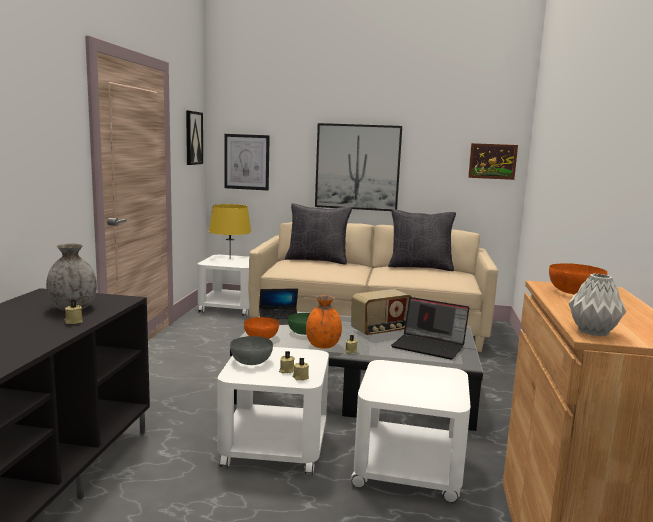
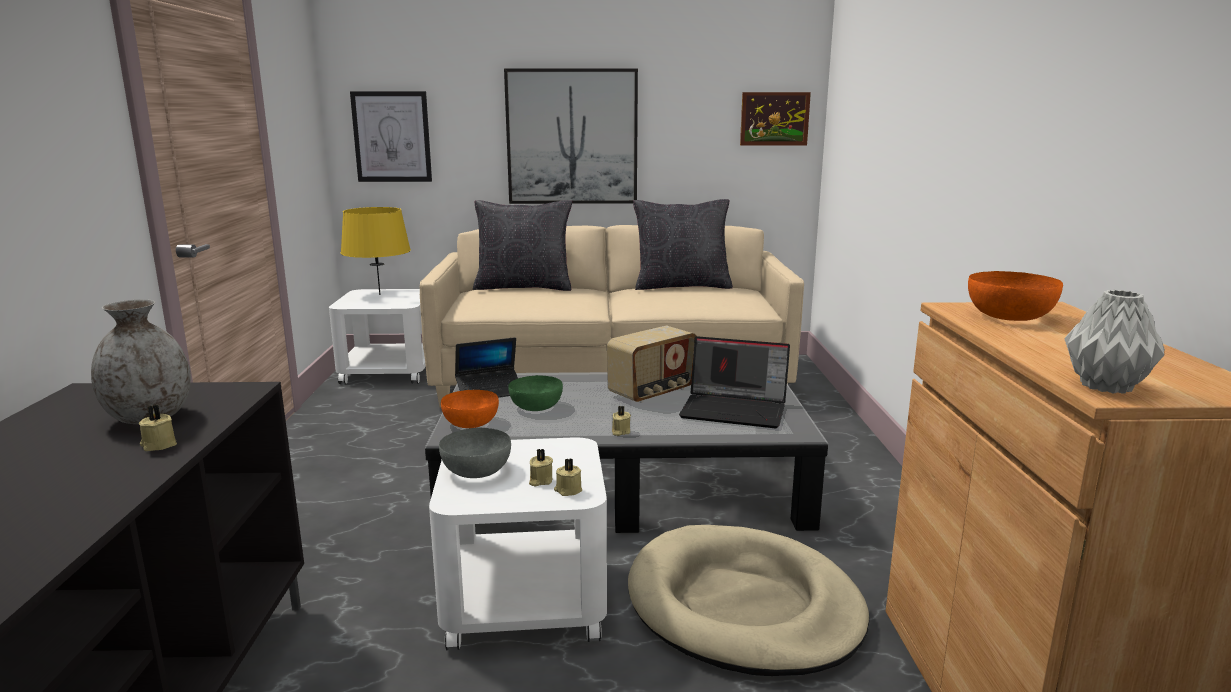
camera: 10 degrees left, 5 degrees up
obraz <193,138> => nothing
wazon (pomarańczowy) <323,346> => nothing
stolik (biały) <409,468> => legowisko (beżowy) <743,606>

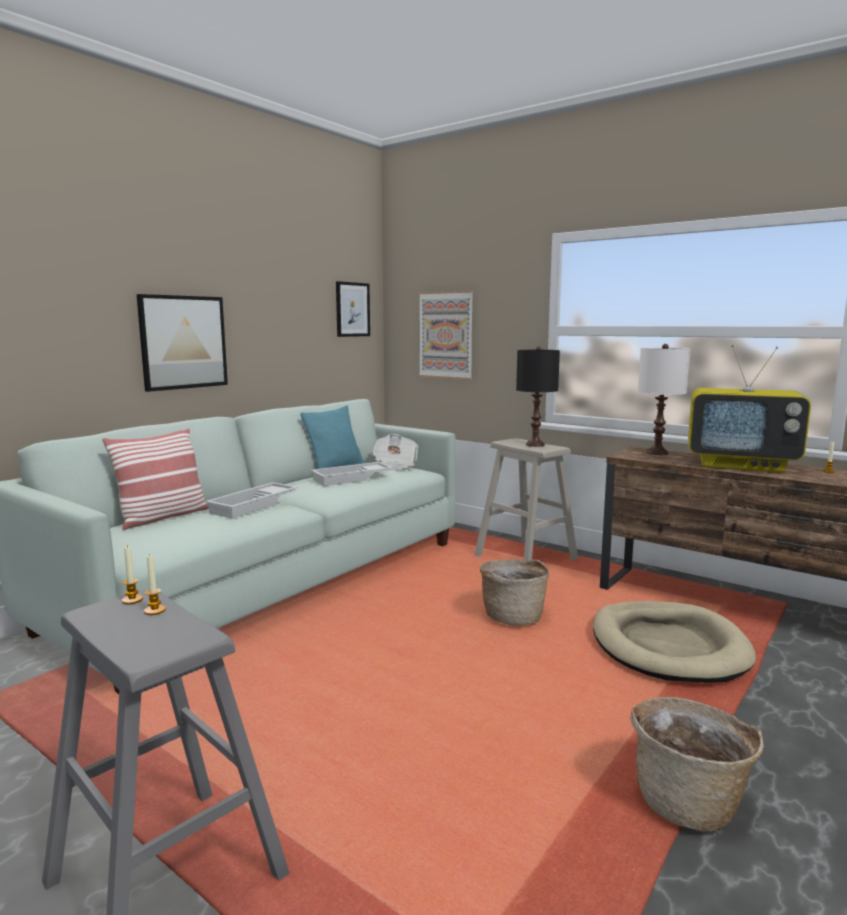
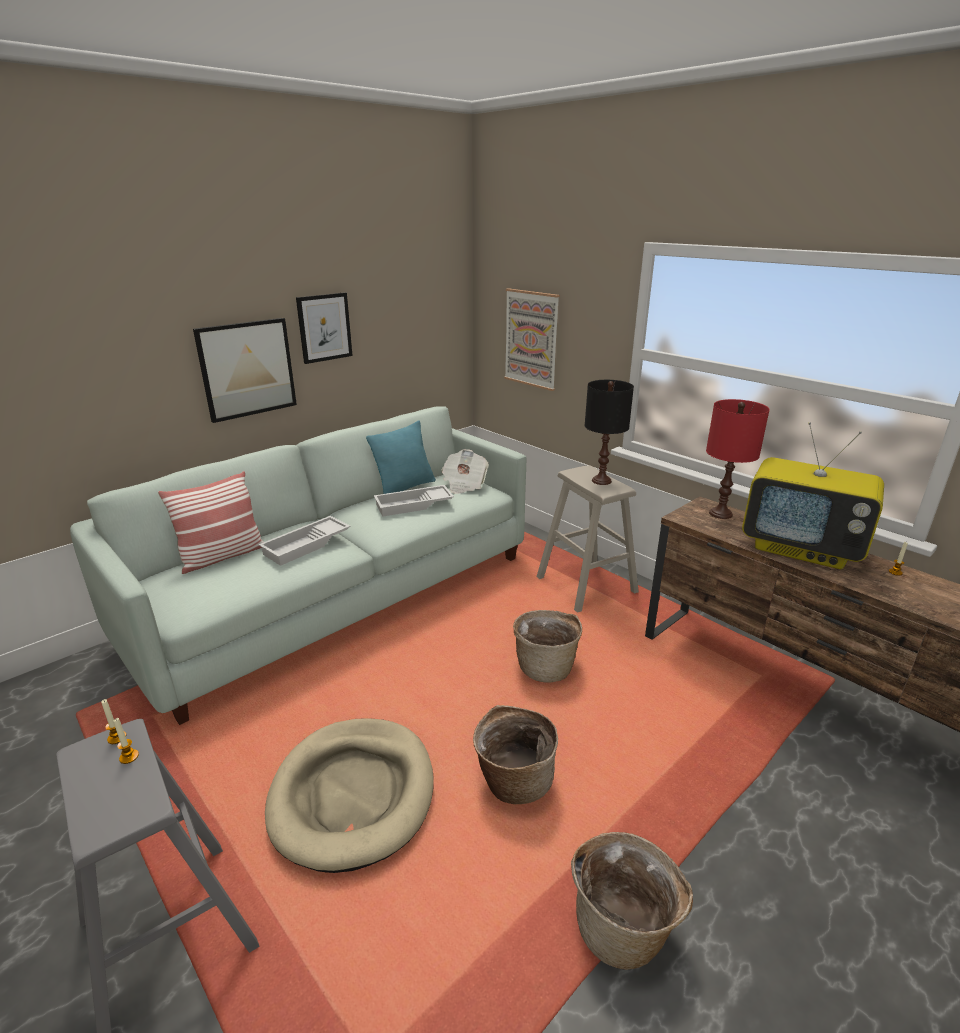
camera: 10 degrees right, 15 degrees up
obraz <352,309> => obraz <324,327>, shifted
legowisko (beżowy) <668,646> => legowisko (beżowy) <353,794>, shifted
lampa stołowa (biały) <657,453> => lampa stołowa (czerwony) <720,513>
nothing => koszyk <513,780>

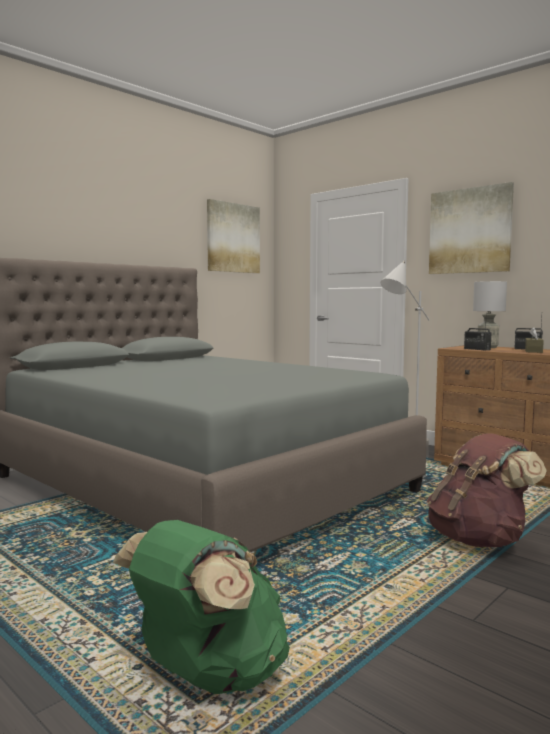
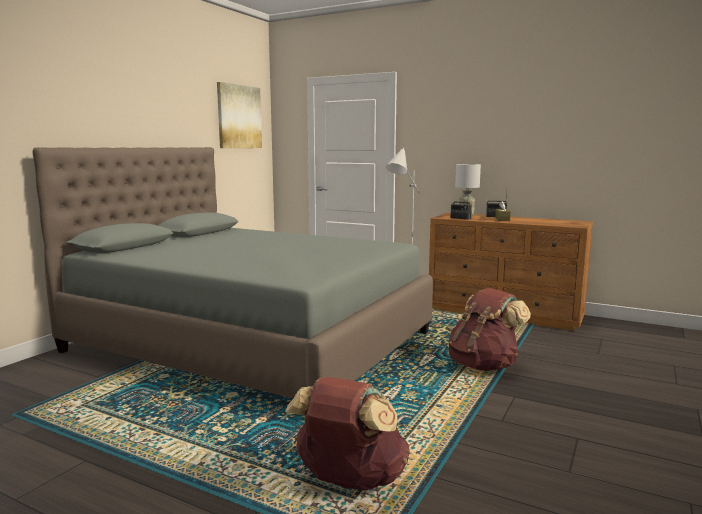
camera: 15 degrees left, 5 degrees up
plecak (zielony) <208,675> => plecak (brązowy) <349,481>
obraz <470,231> => nothing

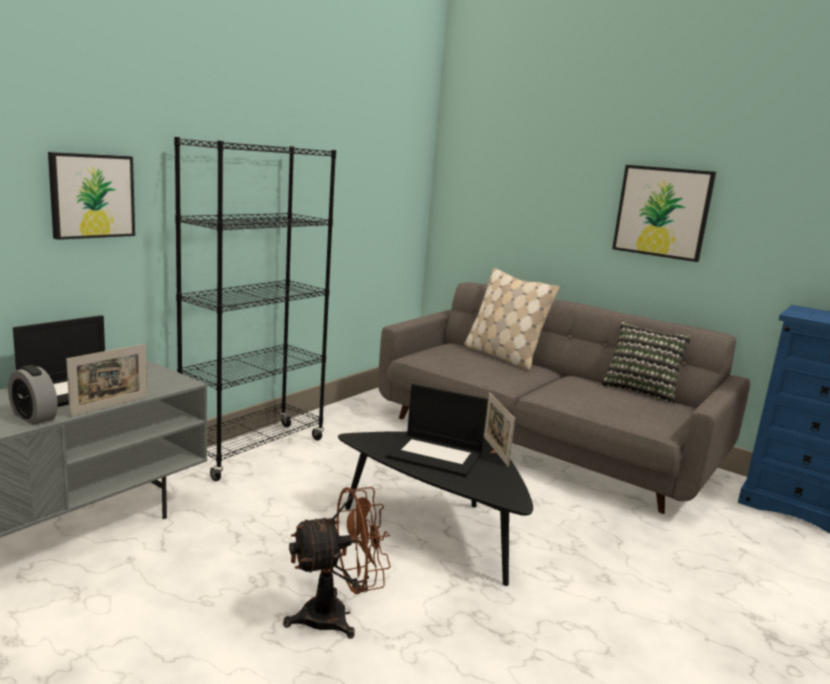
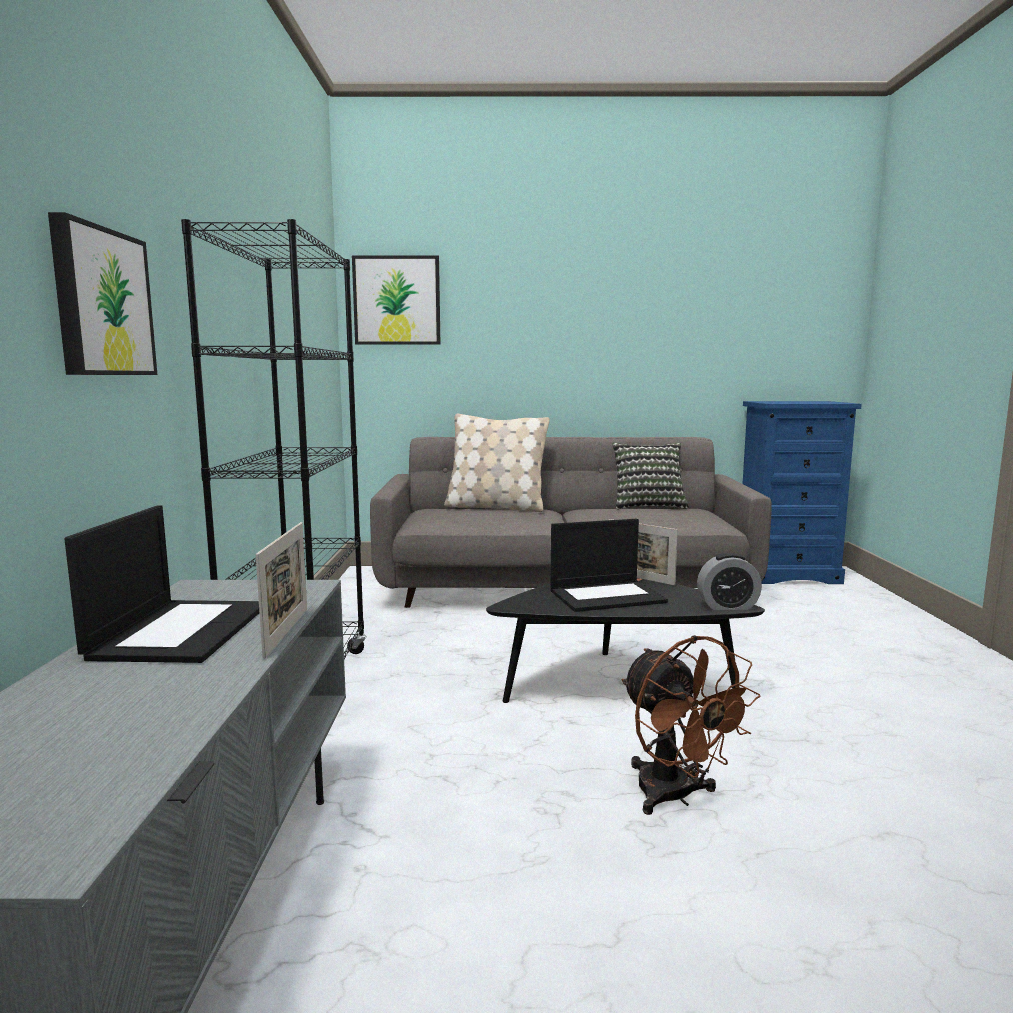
camera: 35 degrees left, 5 degrees down
budzik <34,417> => budzik <727,606>, shifted
wentylator (brązowy) <336,616> => wentylator (brązowy) <675,797>, 120 degrees clockwise
obraz <662,212> => obraz <397,300>, shifted

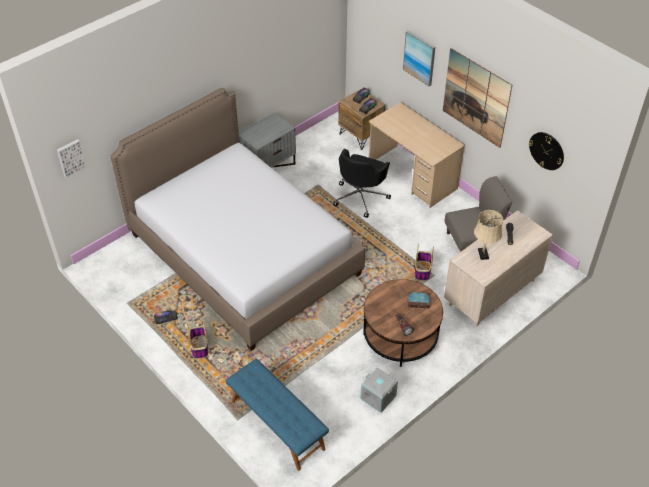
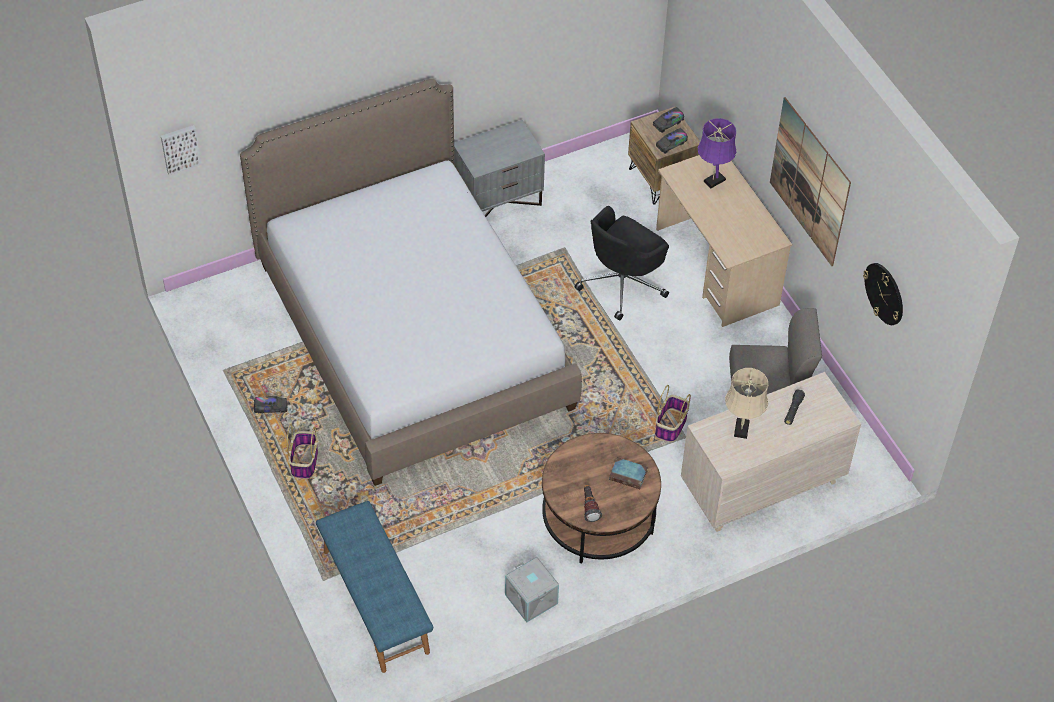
camera: 15 degrees right, 5 degrees up
obraz <419,57> => nothing
nothing => lampa stołowa (fioletowy) <712,181>

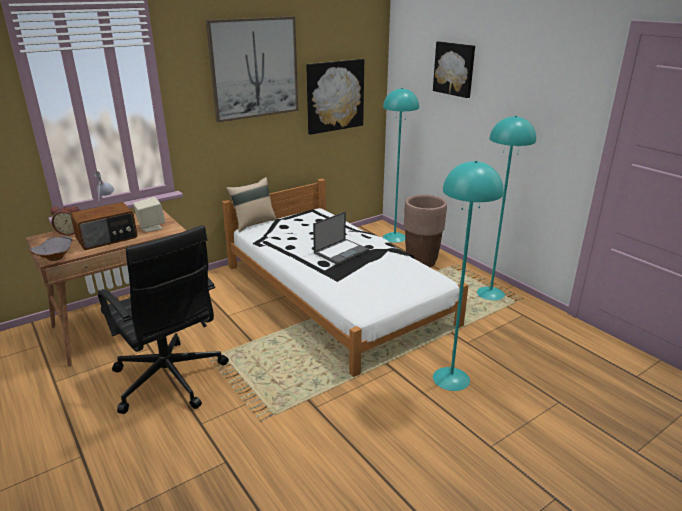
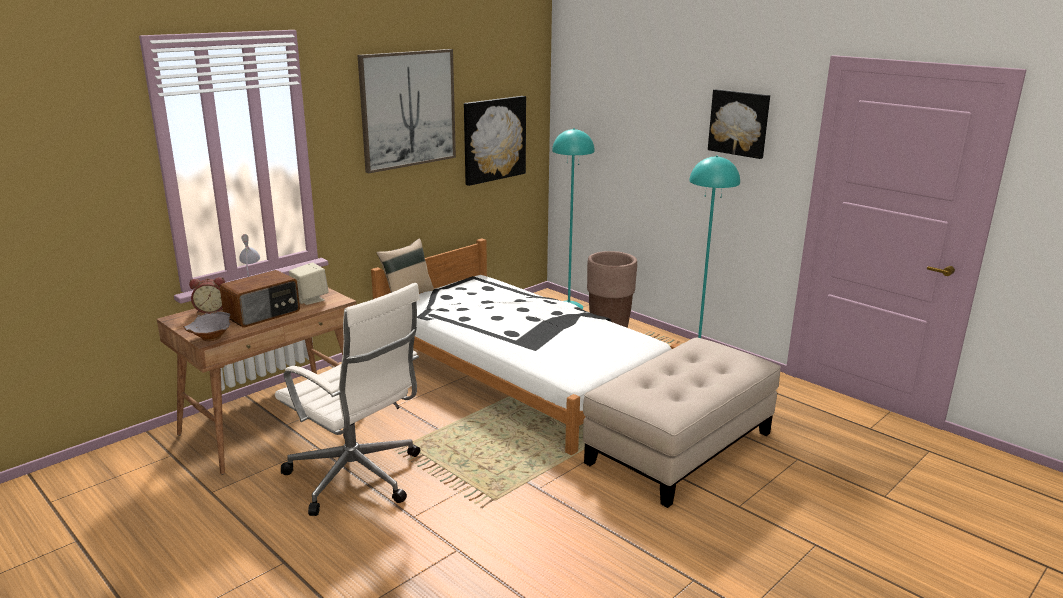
camera: 10 degrees left, 5 degrees down
krzesło biurowe (czarny) <170,380> => krzesło biurowe (biały) <356,478>
laptop <341,251> => nothing
obraz <454,69> => obraz <739,123>, shifted
lampa stojąca (turkusowy) <451,378> => pufa (beżowy) <679,447>

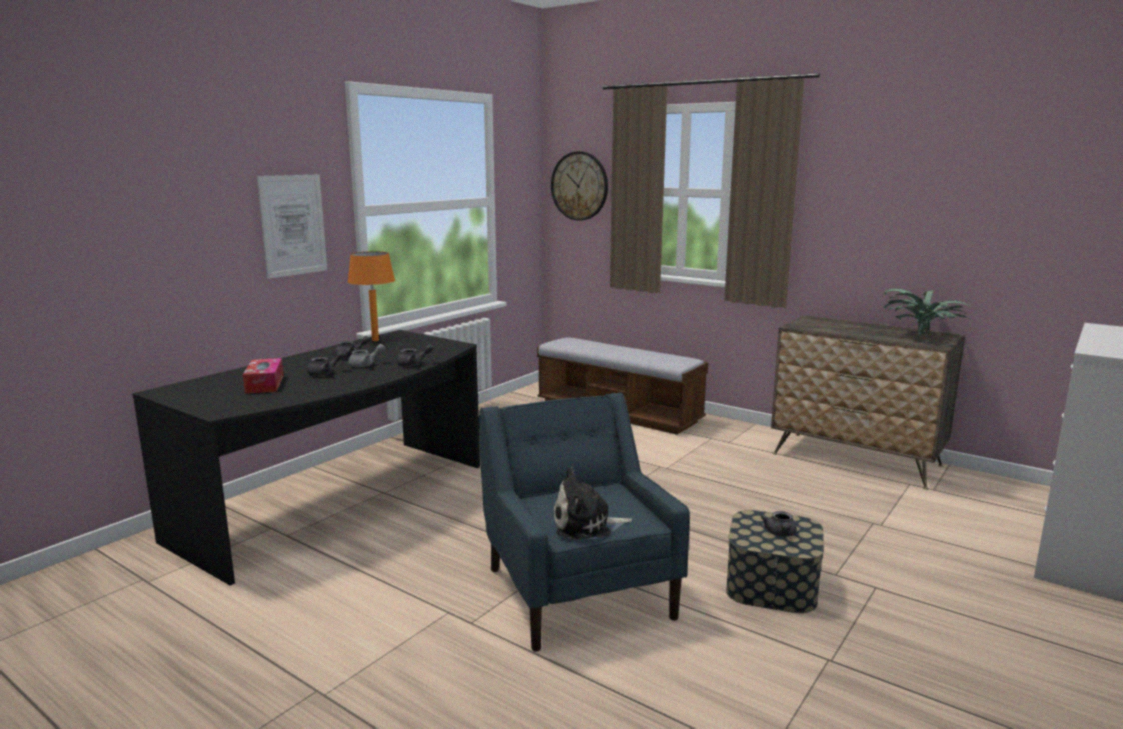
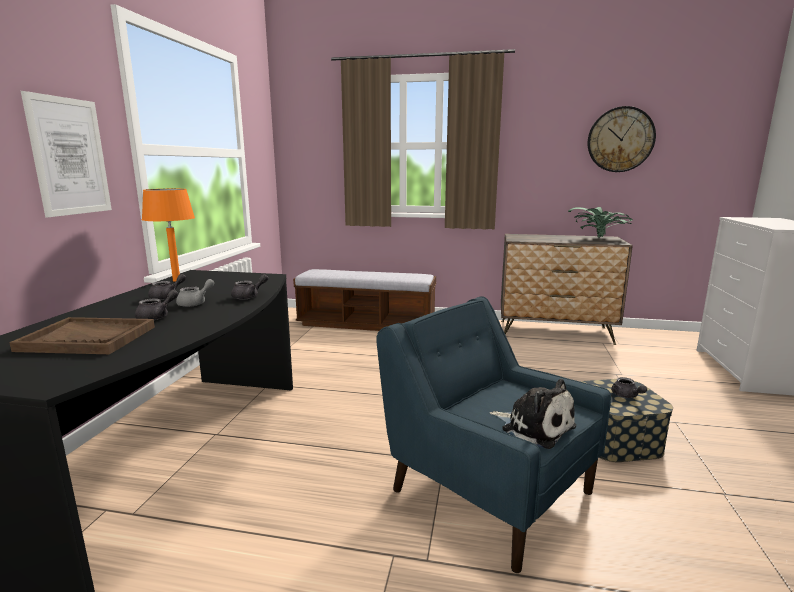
camera: 25 degrees left, 0 degrees up
pudełko chusteczek <264,384> => taca (brązowy) <88,338>
zegar ścienny <579,186> => zegar ścienny <620,139>, shifted
pluszak <586,525> => pluszak <534,427>, 105 degrees counterclockwise

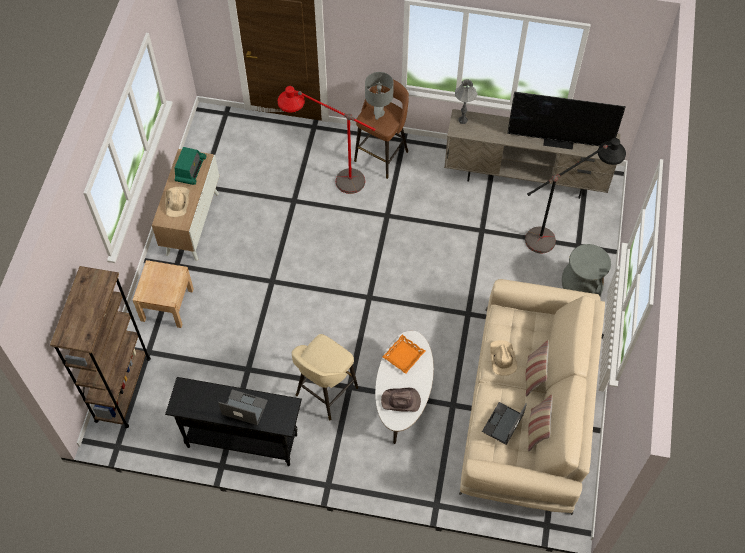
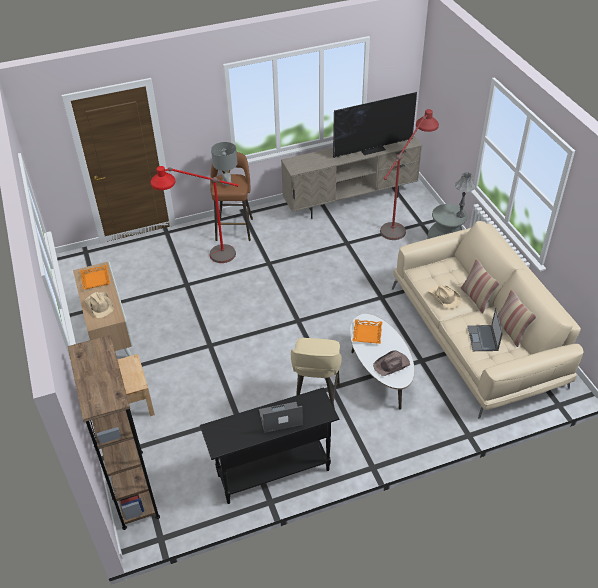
camera: 30 degrees left, 15 degrees down
radio <190,170> => taca (pomarańczowy) <95,279>
lampa stołowa (szary) <463,120> => lampa stołowa (szary) <460,215>, shifted
lampa stojąca (czarny) <560,234> => lampa stojąca (czerwony) <403,222>

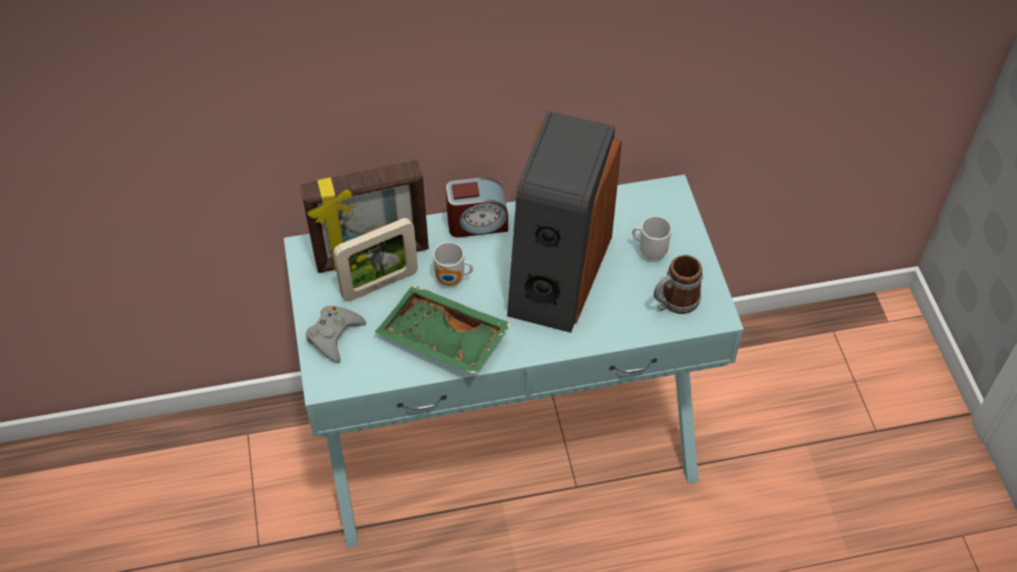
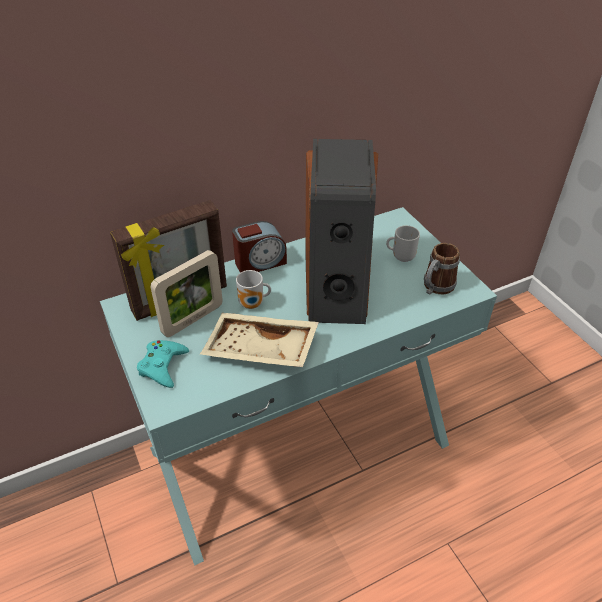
camera: 15 degrees left, 10 degrees down
pad do gier (szary) <334,335> => pad do gier (turkusowy) <163,366>
taca (zielony) <442,340> => taca (beżowy) <260,351>

